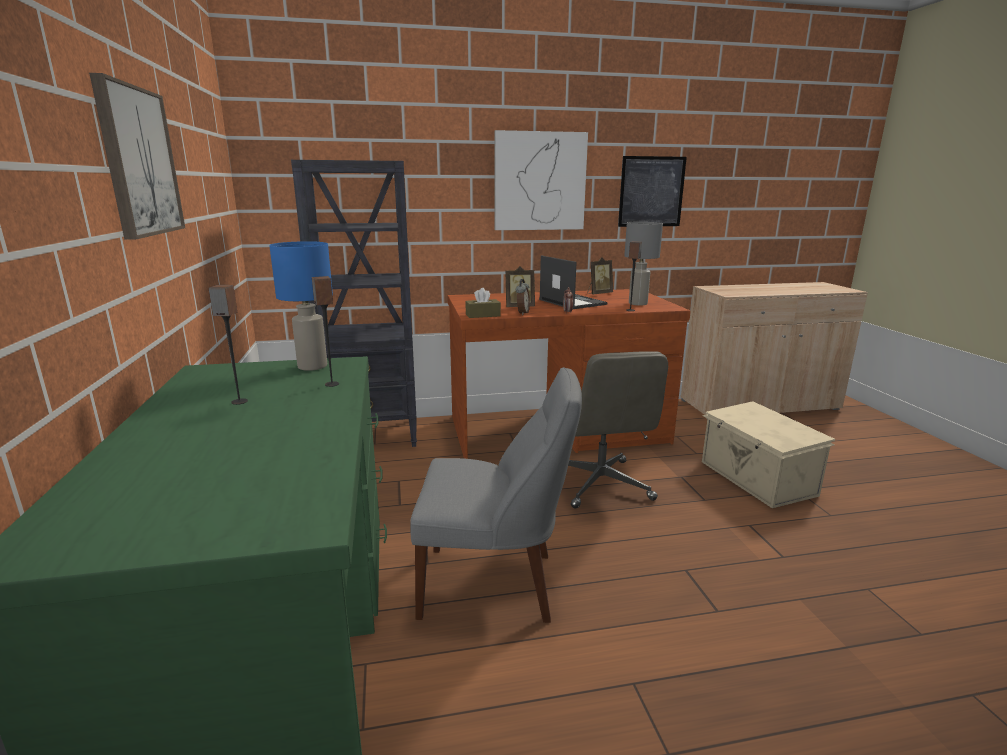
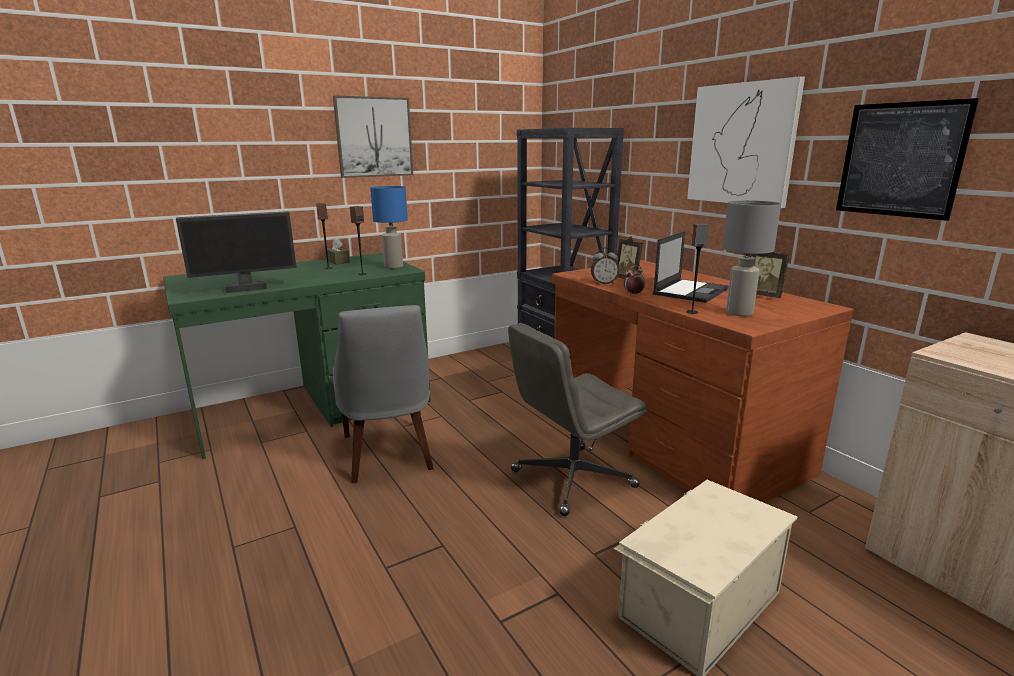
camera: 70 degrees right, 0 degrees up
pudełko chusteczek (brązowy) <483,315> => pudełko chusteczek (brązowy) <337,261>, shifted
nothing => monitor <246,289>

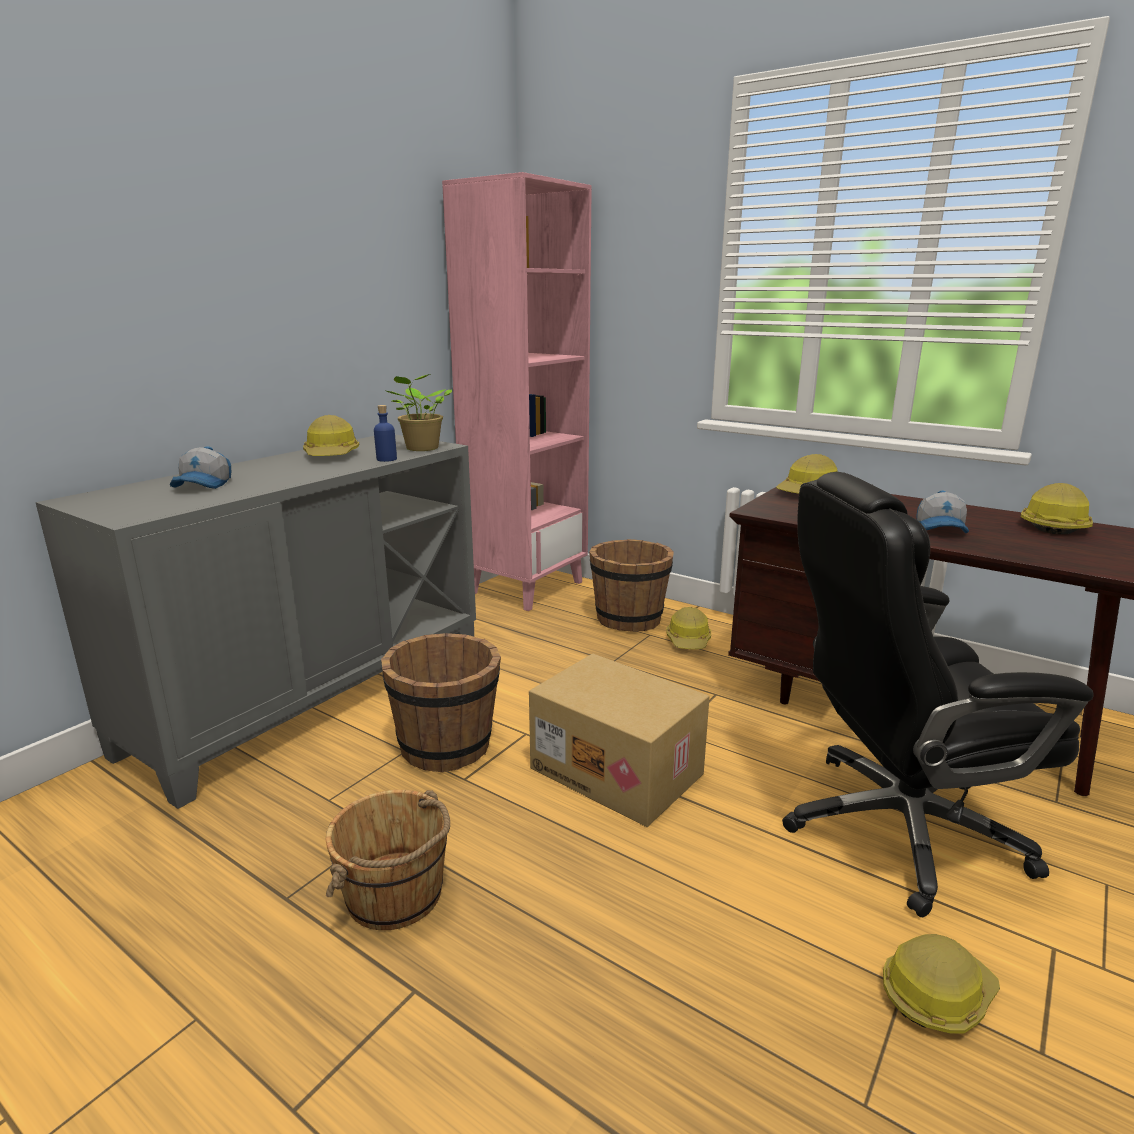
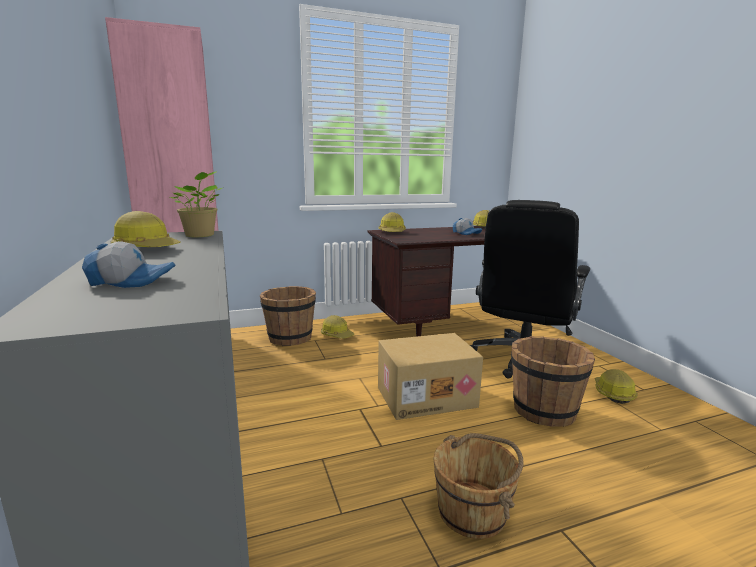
camera: 55 degrees left, 5 degrees down
czapka z daszkiem <204,484> => czapka z daszkiem <132,281>, 45 degrees counterclockwise
butelka (niebieski) <386,459> => nothing
wiadro (brązowy) <447,746> => wiadro (brązowy) <544,410>, shifted

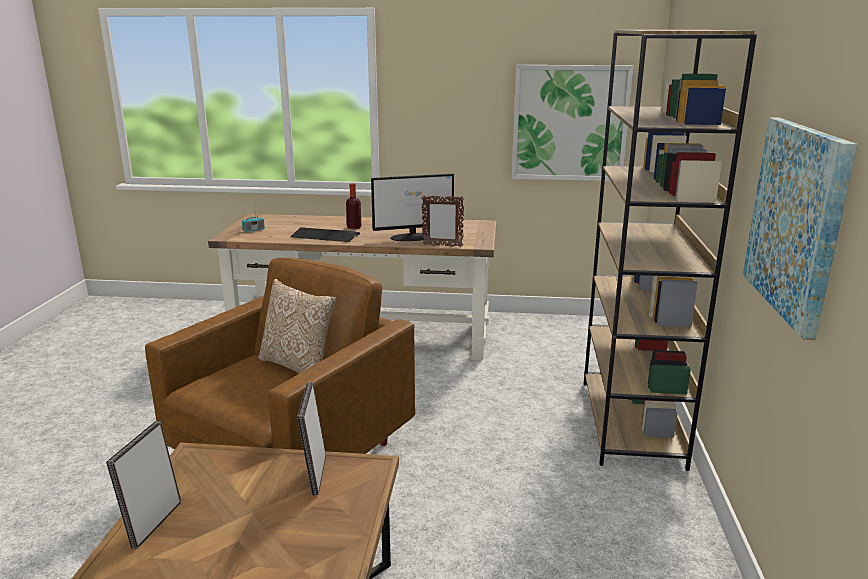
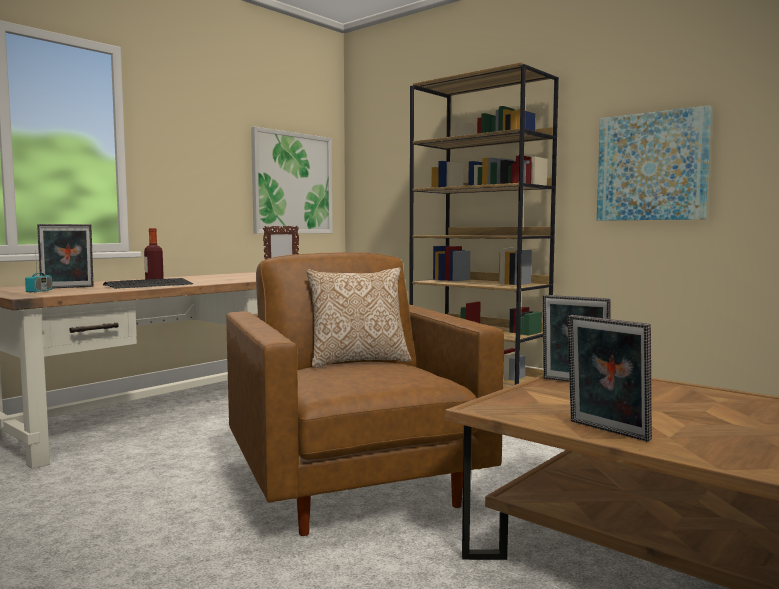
camera: 55 degrees left, 15 degrees down
monitor <413,237> => nothing
nothing => ramka na zdjęcie <67,287>

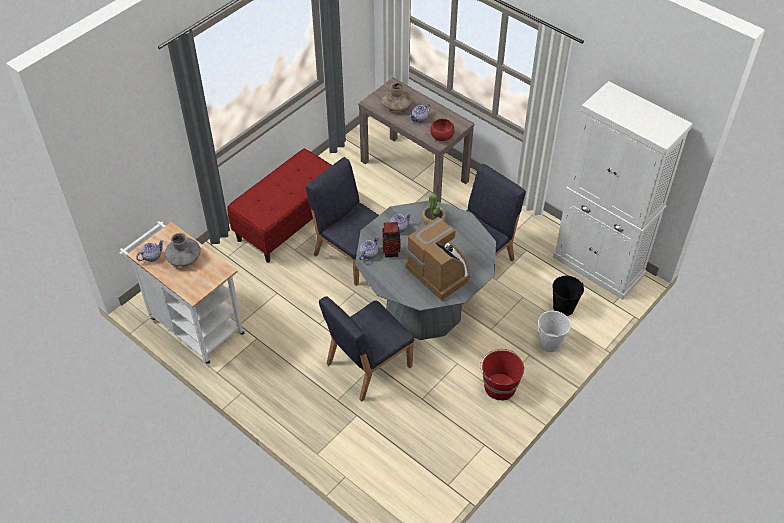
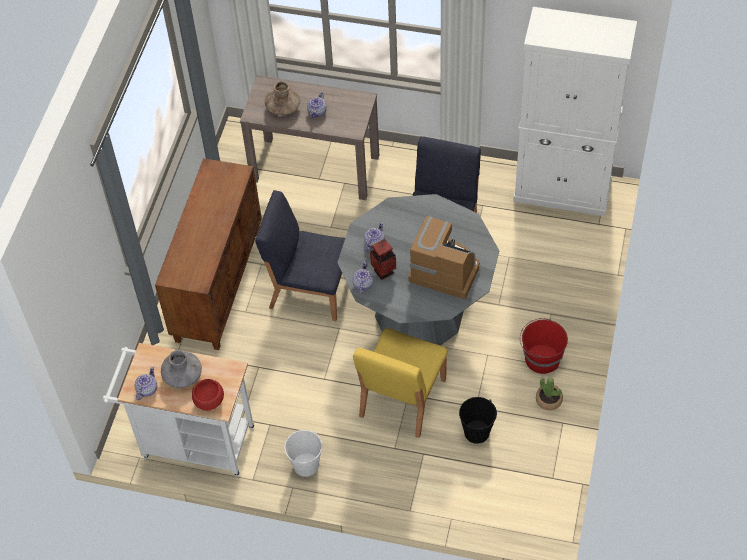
camera: 25 degrees left, 5 degrees up
ławka (czerwony) <288,222> => szafka (brązowy) <218,284>
krzesło (niebieski) <368,365> => krzesło (żółty) <401,398>
roślina doniczkowa <433,219> => roślina doniczkowa <549,400>, shifted
miska (czerwony) <441,137> => miska (czerwony) <209,401>, shifted
wiadro (biały) <549,343> => wiadro (biały) <305,465>, shifted
wiadro (czarny) <563,307> => wiadro (czarny) <476,432>, shifted

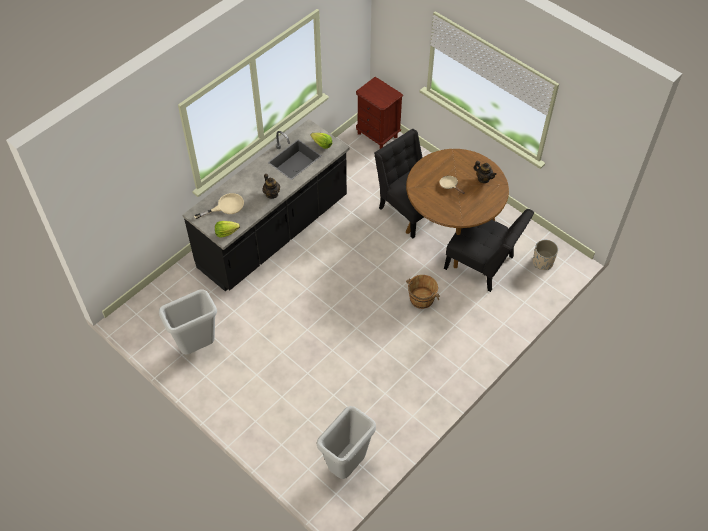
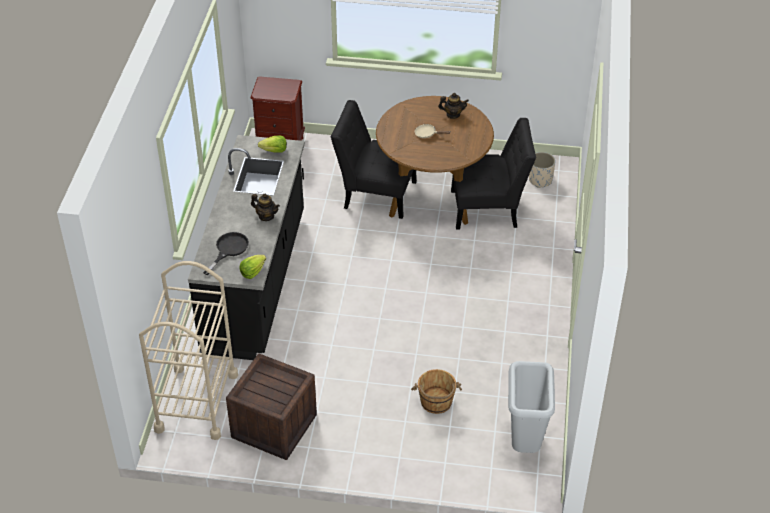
camera: 35 degrees left, 10 degrees down
kosz na śmieci (szary) <197,347> => skrzynka <274,426>
patelnia (beżowy) <226,206> => patelnia (czarny) <228,249>
wiadro (brązowy) <421,299> => wiadro (brązowy) <436,402>, shifted
nothing => wózek (beżowy) <196,402>

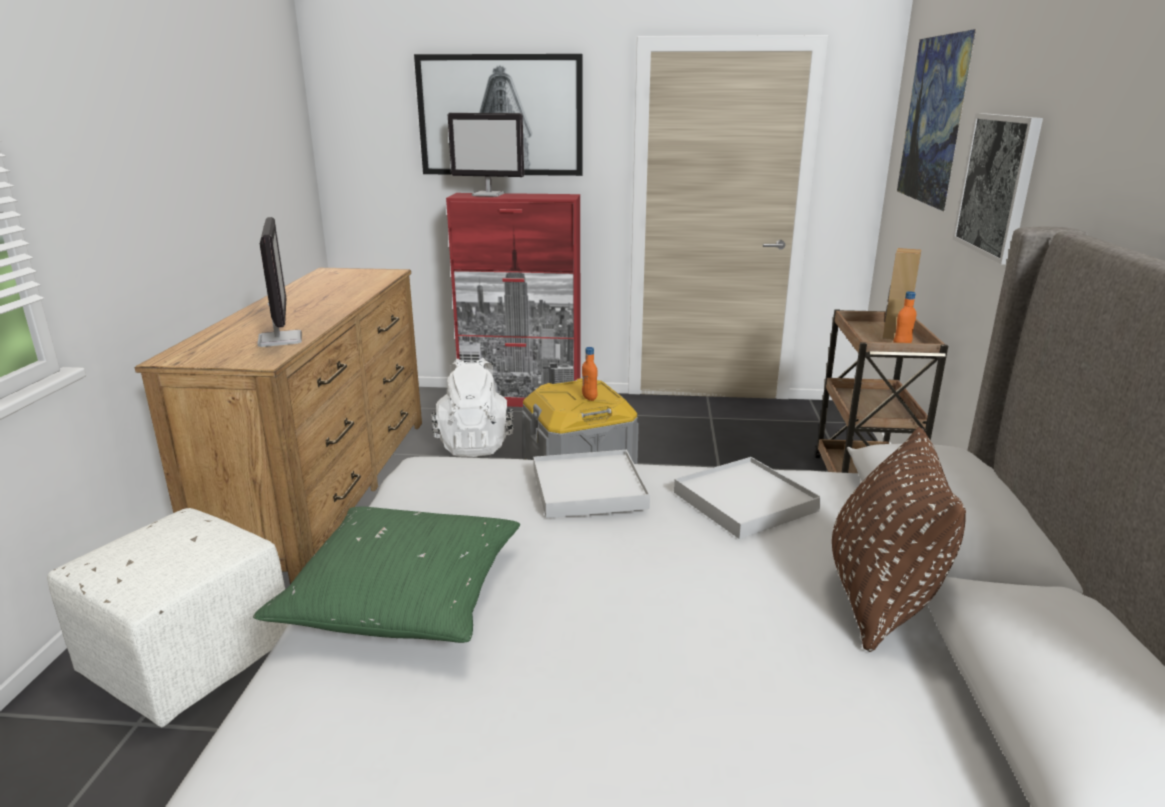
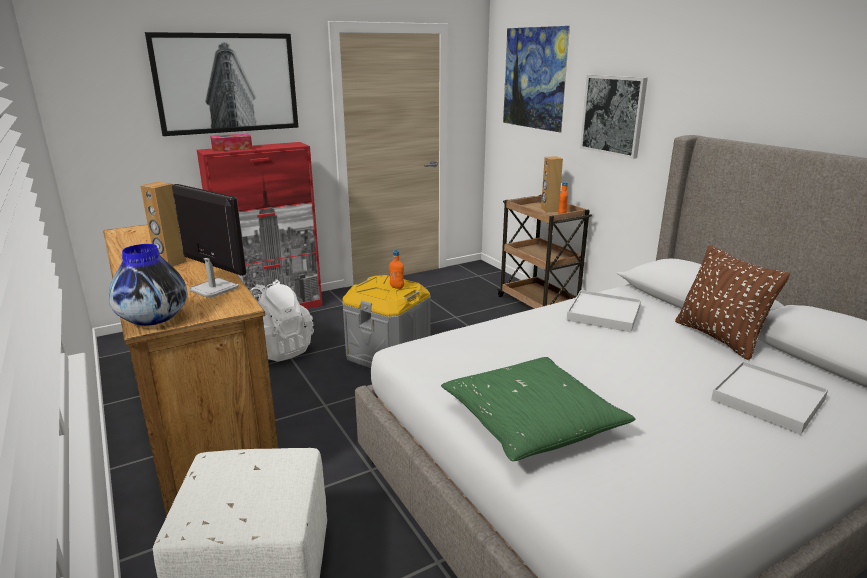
camera: 35 degrees left, 0 degrees up
monitor <489,195> => pudełko chusteczek <232,148>
taca (biały) <588,488> => taca (biały) <767,400>, shifted
nothing => wazon <153,319>
nothing => głośnik (brązowy) <170,262>

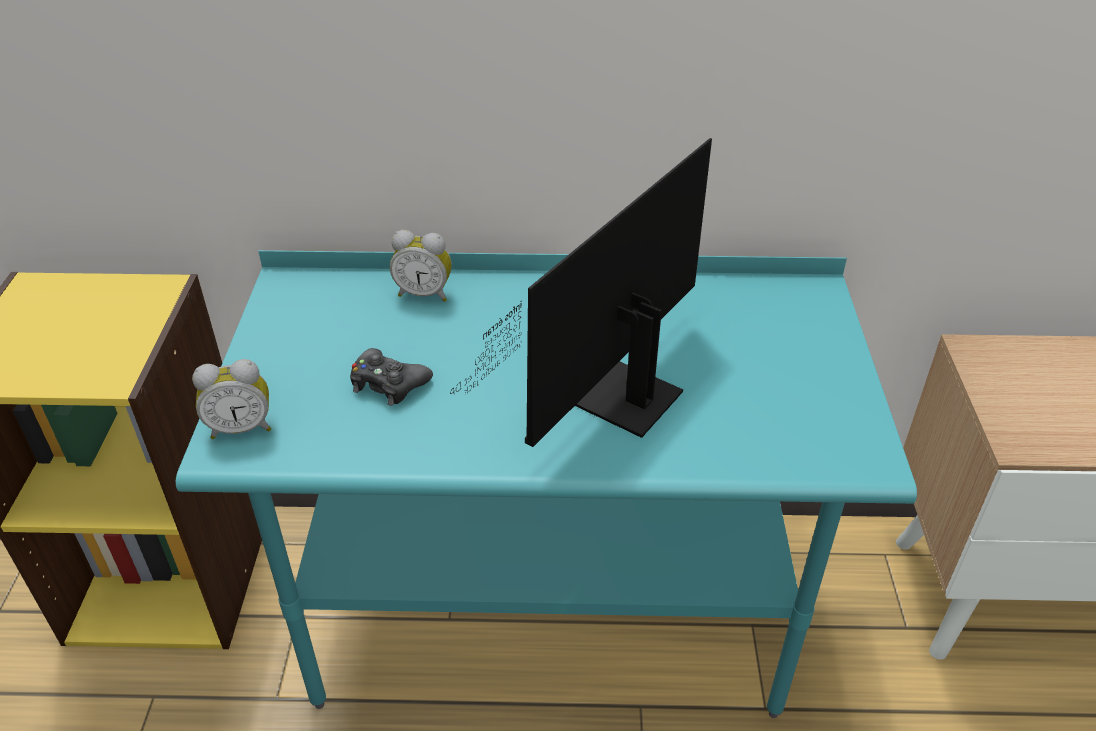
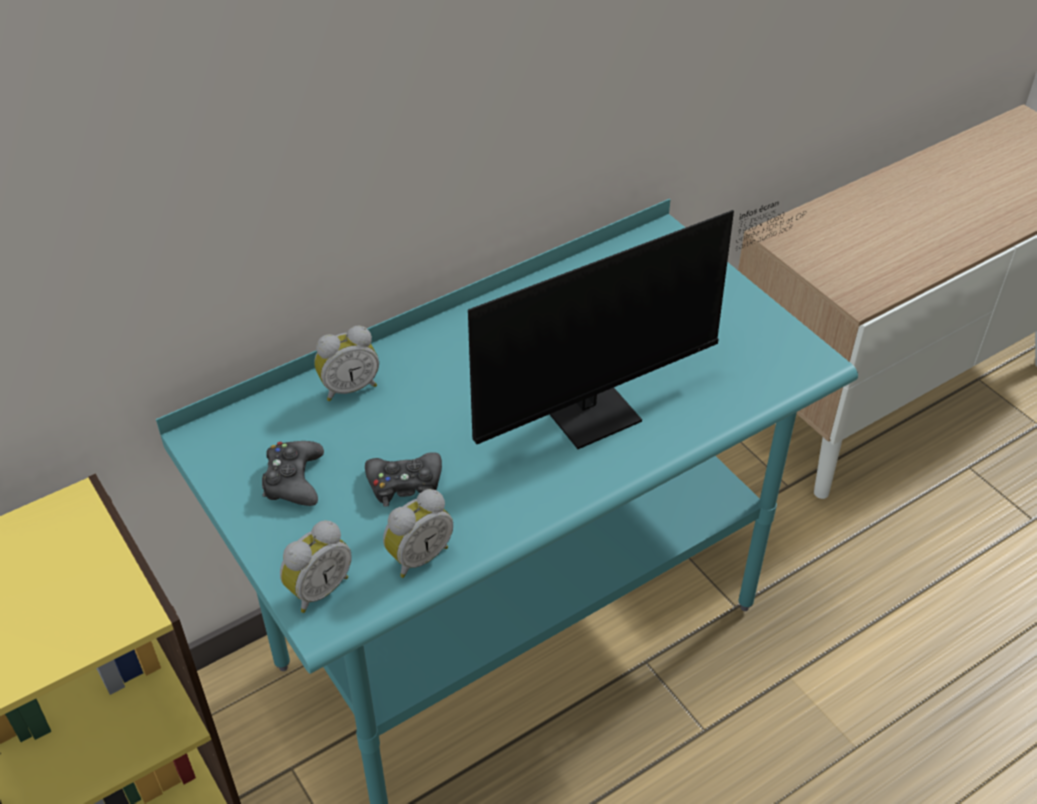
camera: 35 degrees left, 5 degrees up
monitor <616,405> => monitor <604,408>, 120 degrees counterclockwise
nothing => pad do gier (czarny) <293,480>
nothing => budzik <418,556>

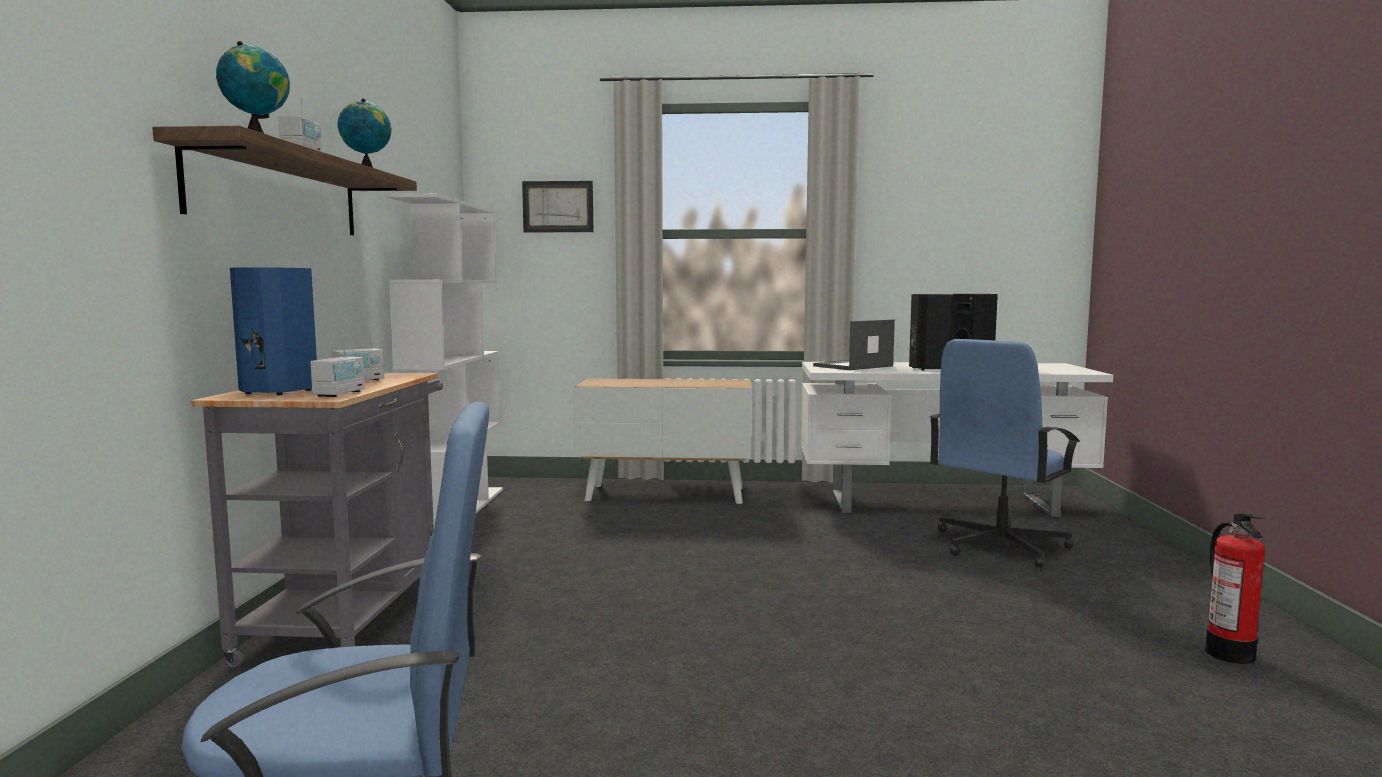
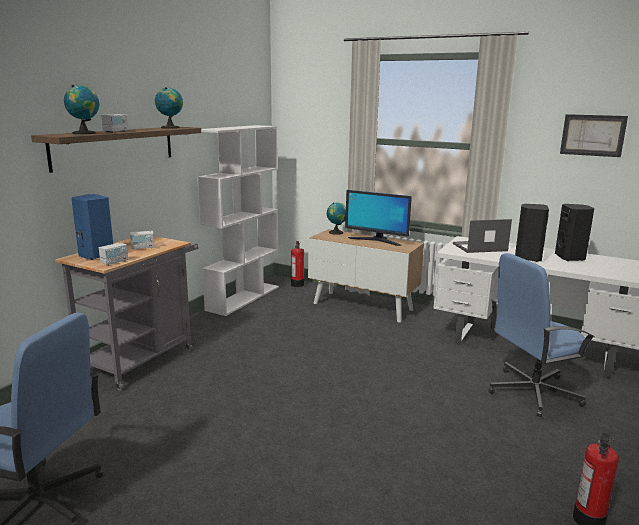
camera: 25 degrees right, 10 degrees up
obraz <558,206> => obraz <592,135>, shifted
nothing => gaśnica <297,284>
nothing => globus <337,232>
nothing => monitor <376,240>

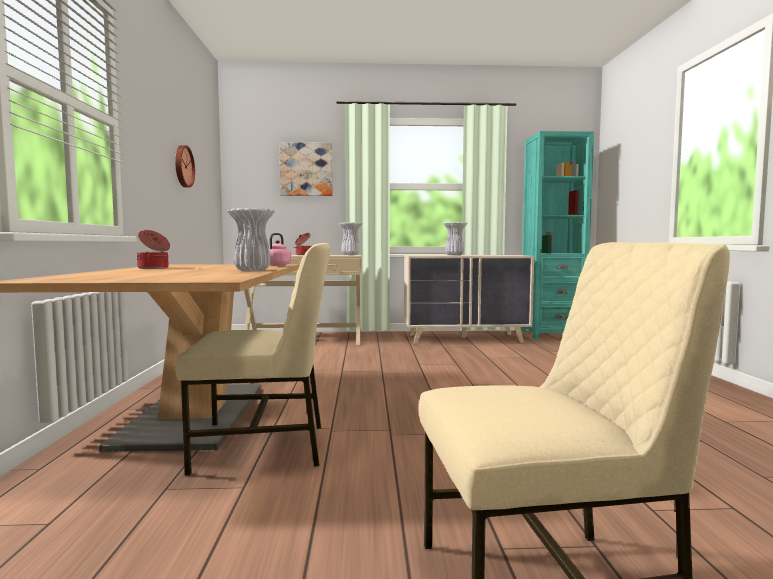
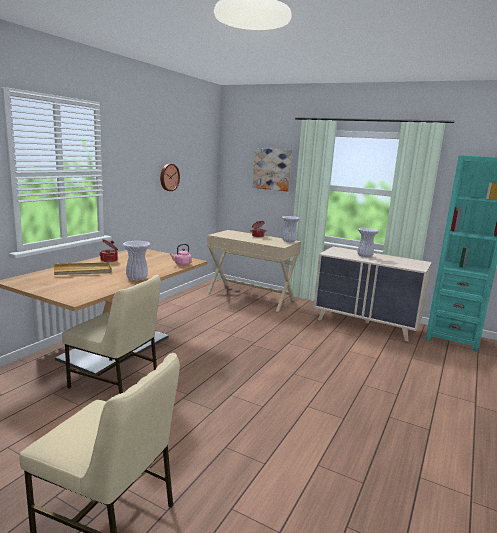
camera: 30 degrees right, 10 degrees up
nothing => taca (beżowy) <83,271>

